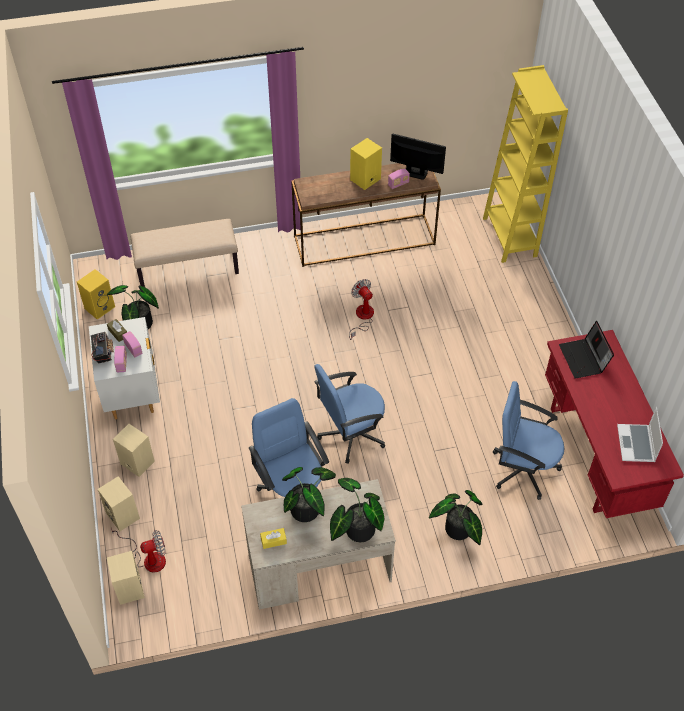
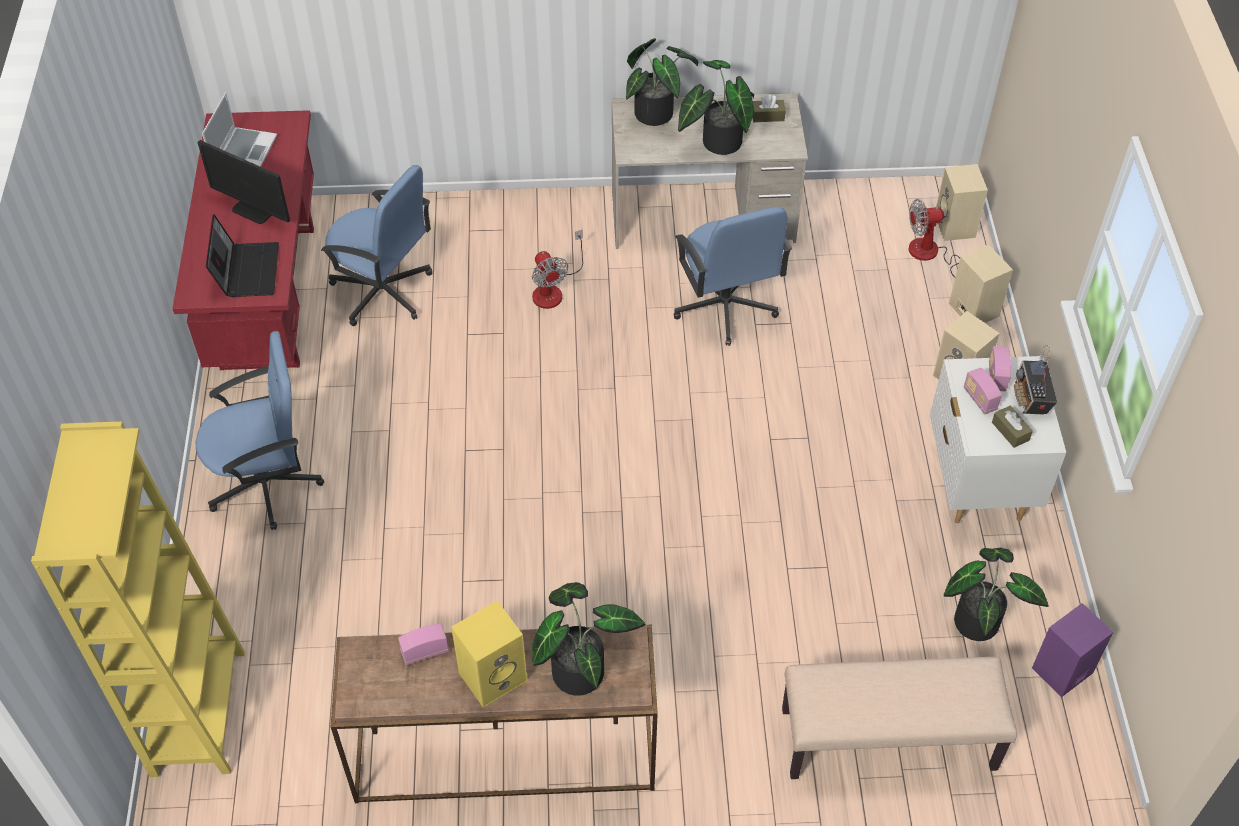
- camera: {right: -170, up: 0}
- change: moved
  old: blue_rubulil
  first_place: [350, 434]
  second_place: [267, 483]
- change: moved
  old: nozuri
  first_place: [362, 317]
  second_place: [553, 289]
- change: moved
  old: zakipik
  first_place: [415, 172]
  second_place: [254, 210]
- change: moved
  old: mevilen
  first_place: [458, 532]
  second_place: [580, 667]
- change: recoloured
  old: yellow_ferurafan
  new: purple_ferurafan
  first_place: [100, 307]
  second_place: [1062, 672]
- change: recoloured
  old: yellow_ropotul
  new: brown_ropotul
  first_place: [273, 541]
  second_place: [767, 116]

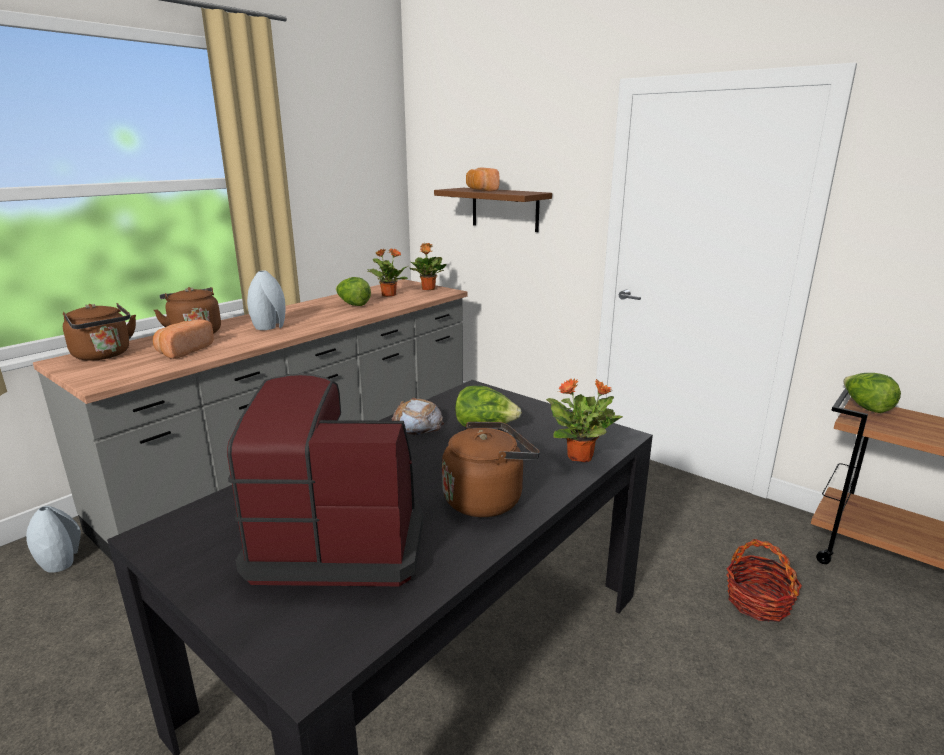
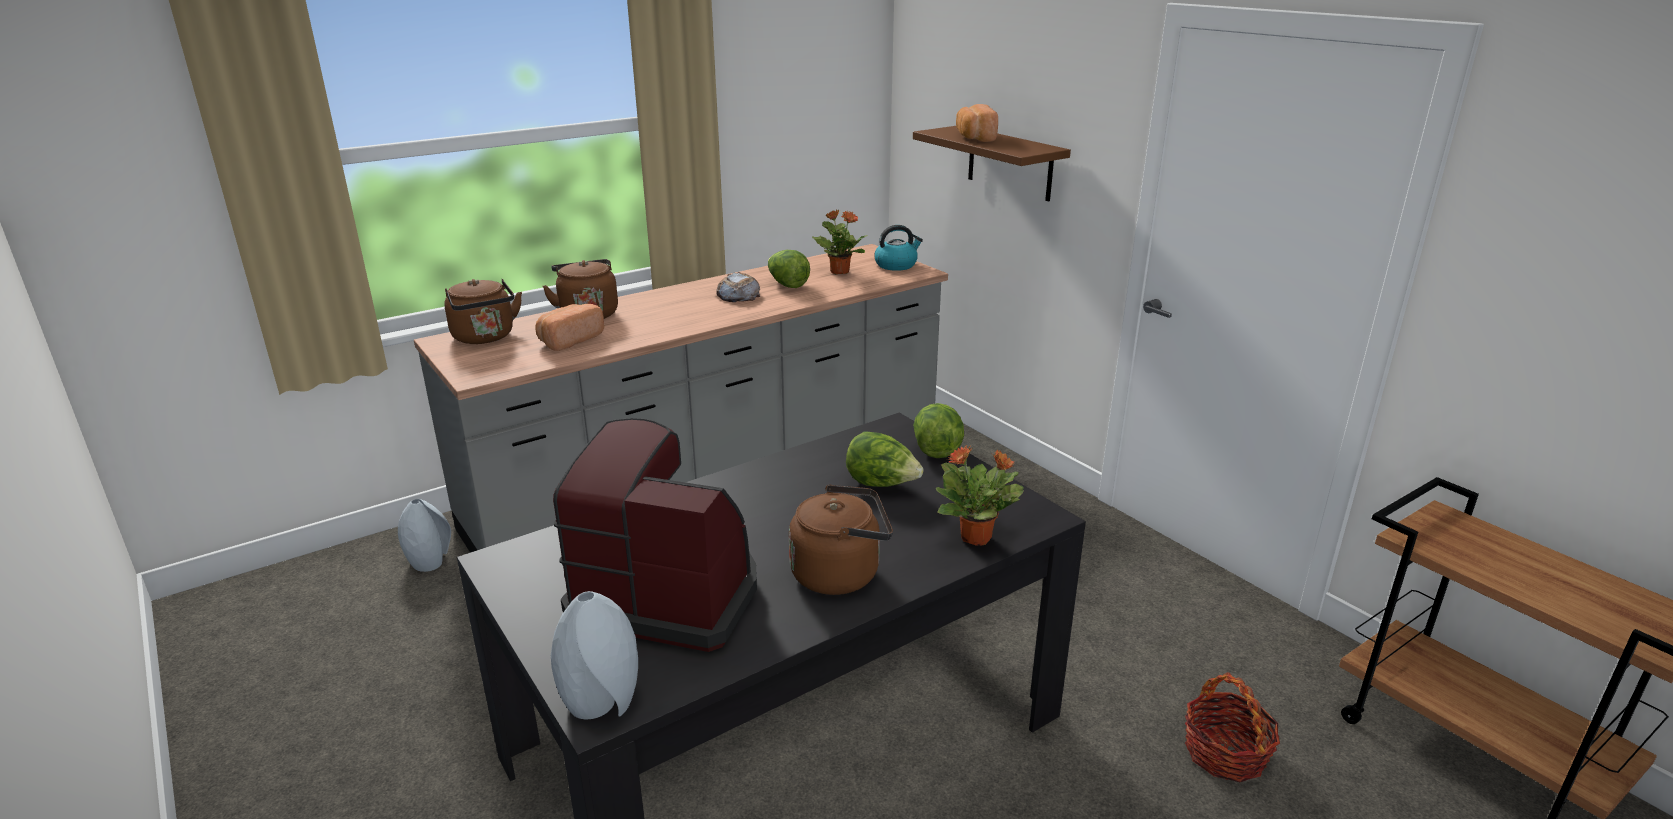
- camera: {right: 15, up: 5}
- change: moved
  old: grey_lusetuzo
  first_place: [270, 327]
  second_place: [603, 702]
- change: moved
  old: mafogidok
  first_place: [417, 424]
  second_place: [738, 295]
- change: moved
  old: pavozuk
  first_place: [865, 407]
  second_place: [936, 449]
- change: replaced
  old: mevilen
  new: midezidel
  first_place: [428, 289]
  second_place: [896, 265]

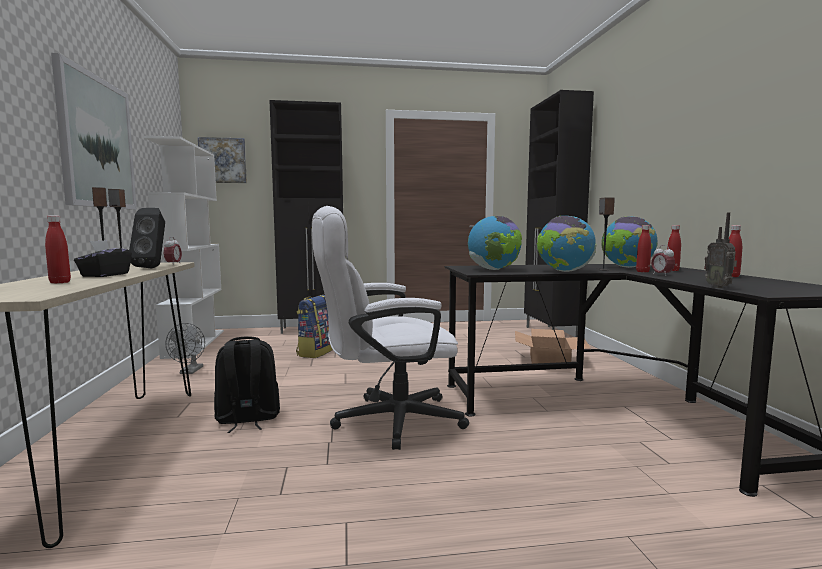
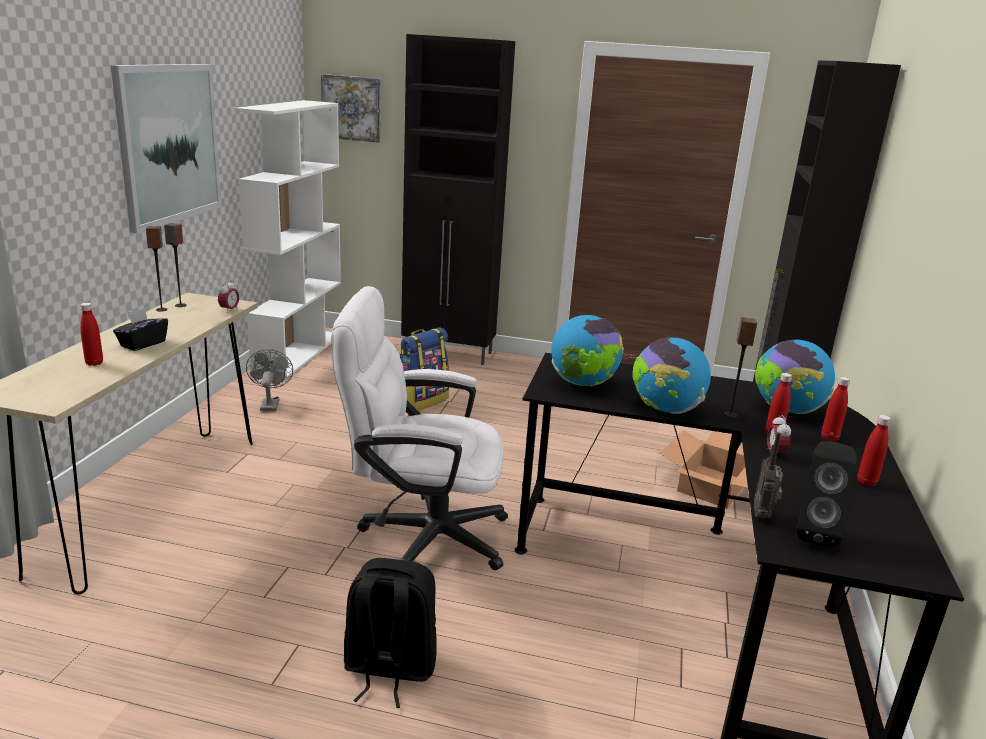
- camera: {right: 20, up: 15}
- change: moved
  old: black_ferurafan
  first_place: [153, 268]
  second_place: [814, 533]
- change: moved
  old: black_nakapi
  first_place: [247, 419]
  second_place: [388, 669]
- change: turned
  old: grey_nozuri
  first_place: [190, 372]
  second_place: [270, 404]
  degrees: 150

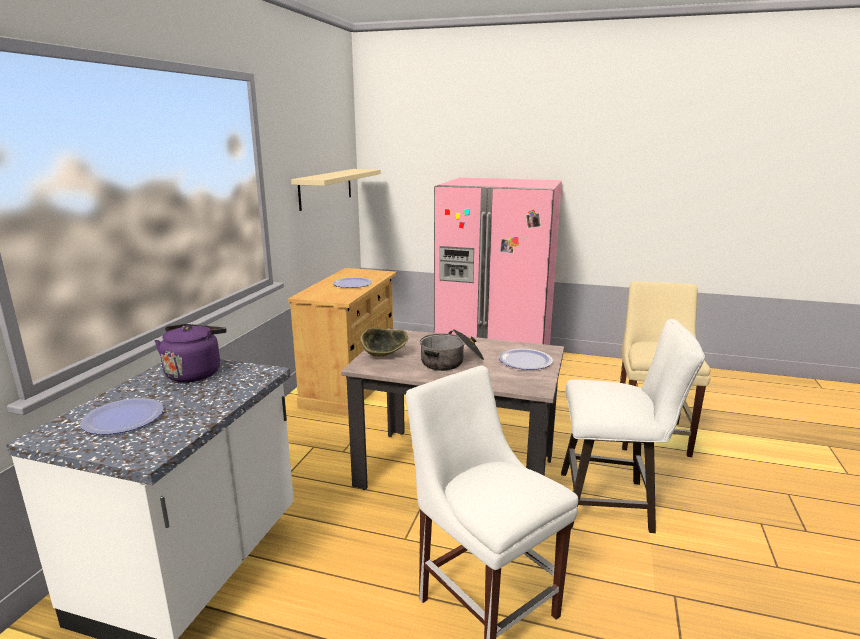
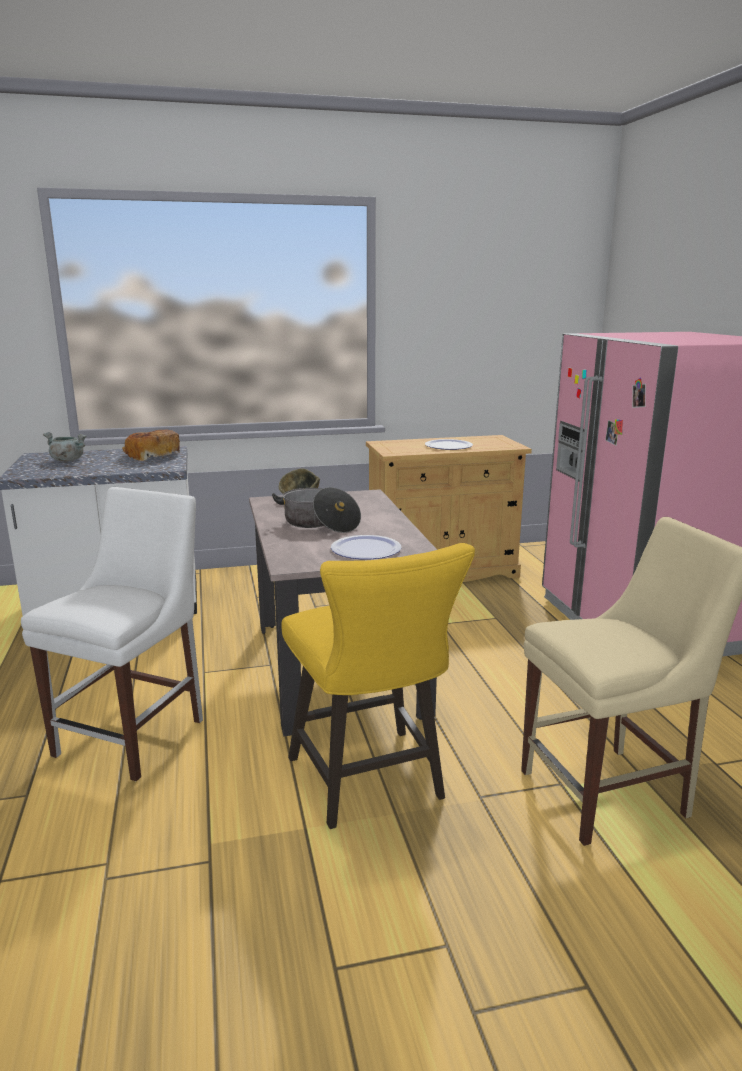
- camera: {right: 60, up: 0}
- change: removed
  old: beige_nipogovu
  first_place: [326, 188]
- change: replaced
  old: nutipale
  new: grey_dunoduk
  first_place: [123, 418]
  second_place: [67, 460]
- change: replaced
  old: purple_midezidel
  new: mafogidok
  first_place: [195, 373]
  second_place: [152, 455]
- change: recoloured
  old: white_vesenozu
  new: yellow_vesenozu
  first_place: [613, 503]
  second_place: [371, 784]

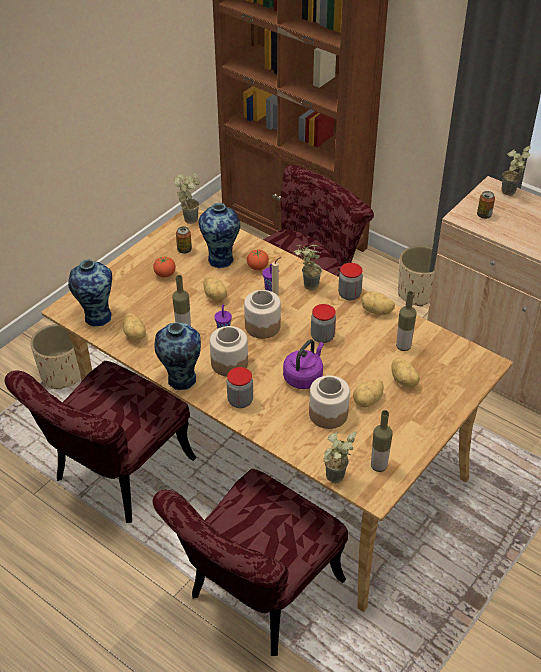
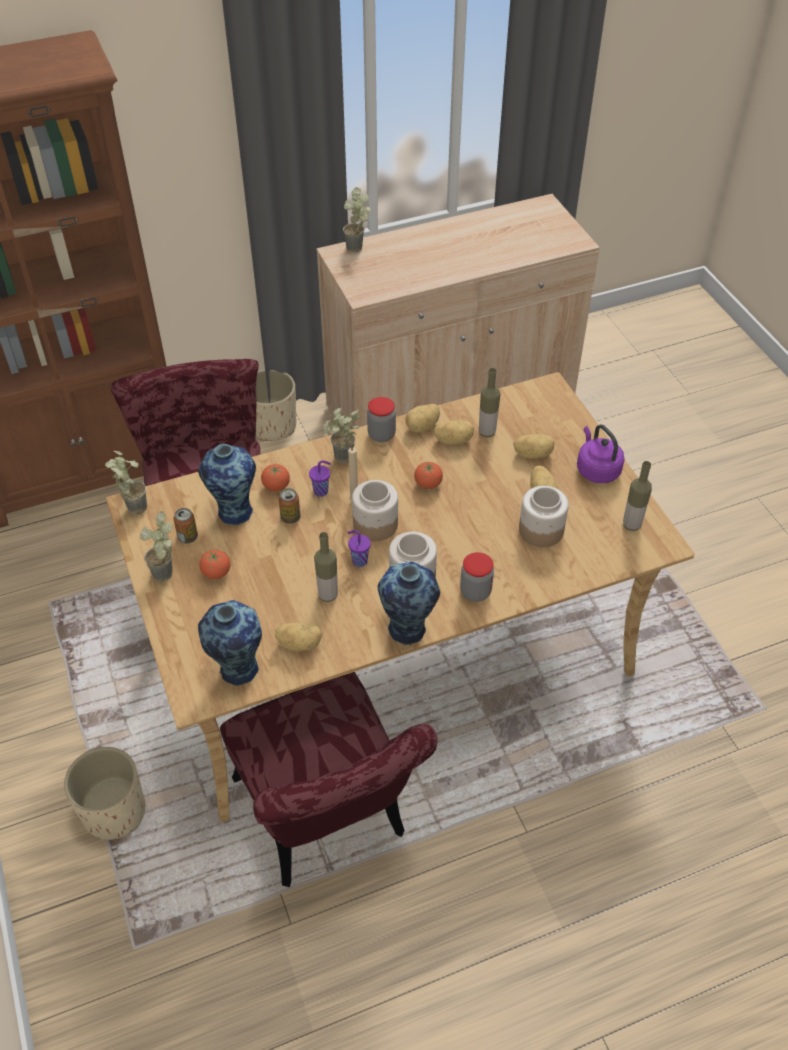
- camera: {right: -60, up: 5}
- change: removed
  old: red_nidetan
  first_place: [256, 599]
- change: moved
  old: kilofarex
  first_place: [215, 295]
  second_place: [453, 440]
- change: moved
  old: purple_midezidel
  first_place: [304, 377]
  second_place: [596, 469]
- change: moved
  old: mevilen
  first_place: [335, 481]
  second_place: [167, 577]
- change: moved
  old: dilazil
  first_place: [484, 215]
  second_place: [290, 517]
- change: replaced
  old: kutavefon
  new: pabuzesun
  first_place: [322, 336]
  second_place: [428, 484]

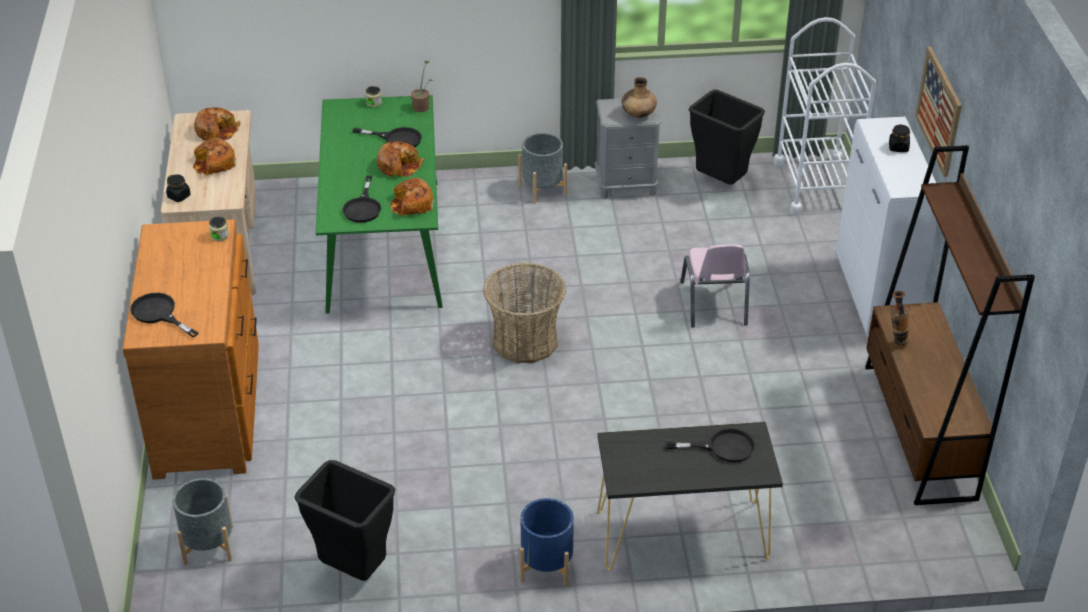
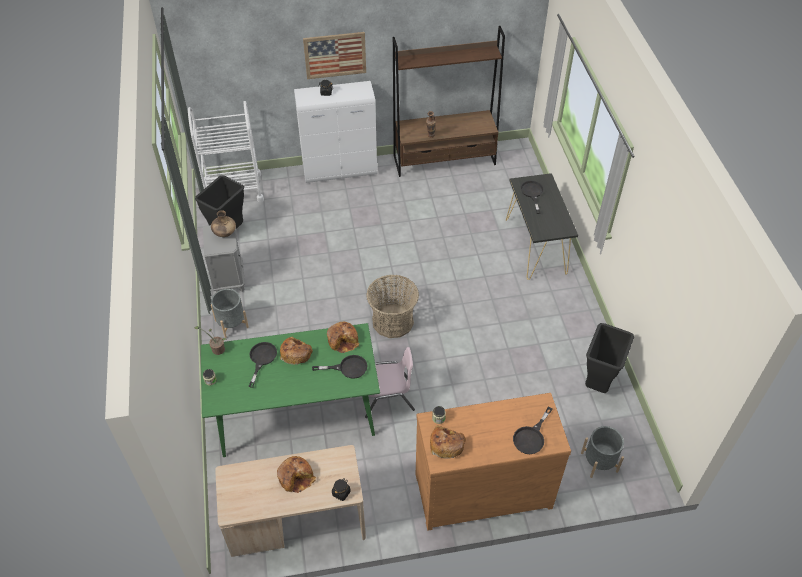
- camera: {right: -95, up: 10}
- change: removed
  old: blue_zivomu
  first_place: [546, 566]
- change: moved
  old: mafogidok
  first_place: [216, 130]
  second_place: [446, 444]
- change: moved
  old: pink_nidetan
  first_place: [714, 304]
  second_place: [388, 397]

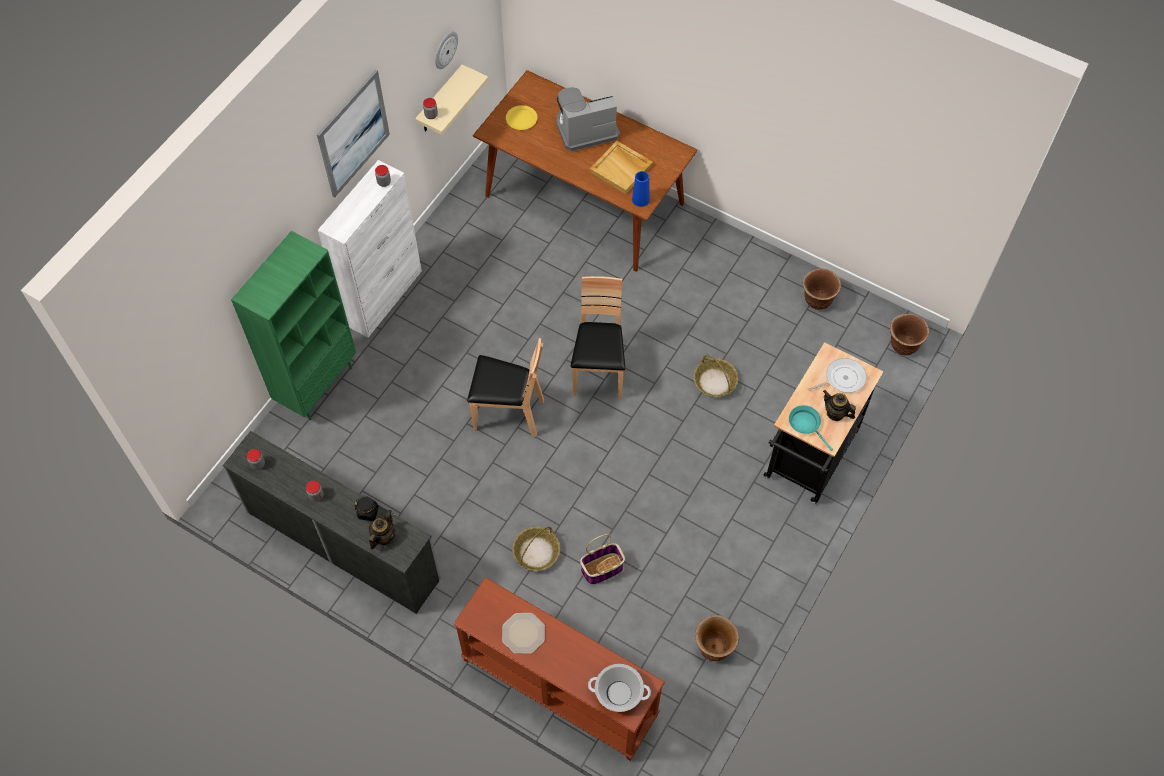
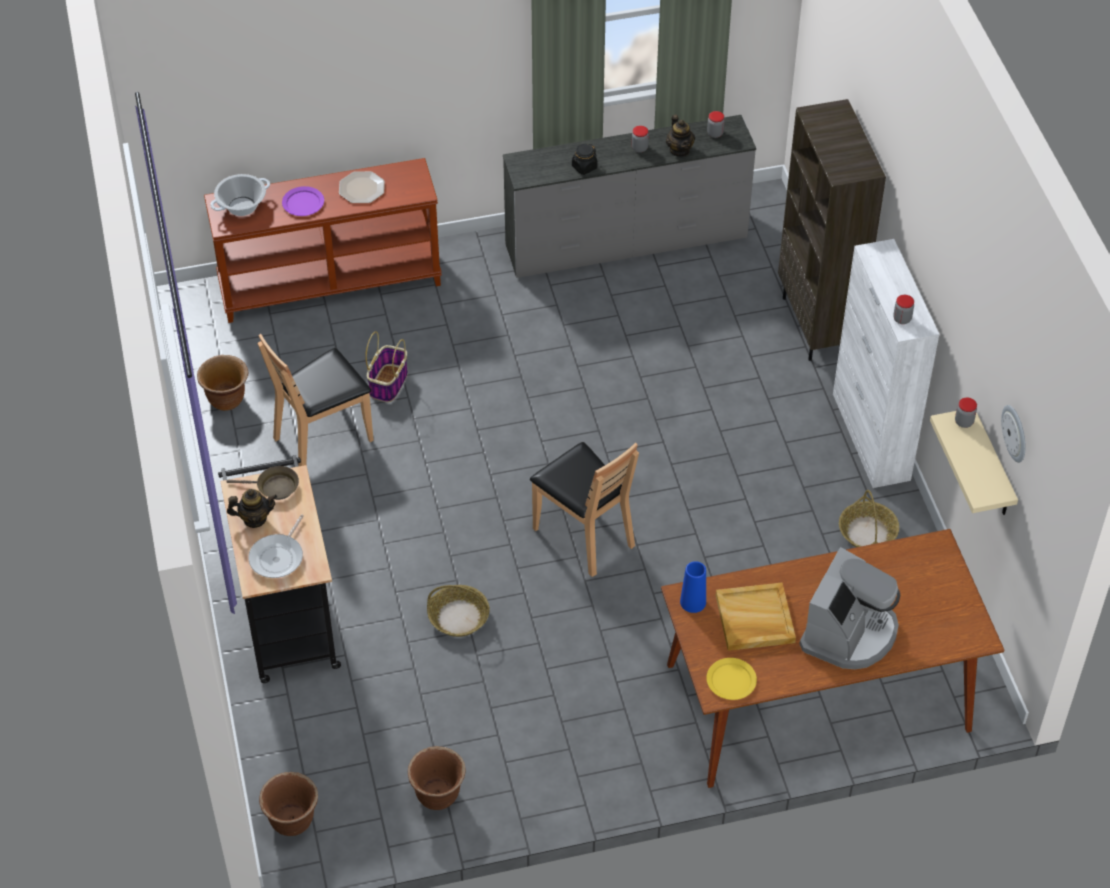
- camera: {right: 135, up: -10}
- change: removed
  old: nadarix
  first_place: [353, 134]
- change: added
  new: purple_nutipale
  second_place: [303, 203]
- change: moved
  old: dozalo
  first_place: [383, 537]
  second_place: [679, 150]
- change: moved
  old: brown_nidetan
  first_place: [508, 413]
  second_place: [323, 437]
- change: moved
  old: yellow_nutipale
  first_place: [521, 119]
  second_place: [731, 680]
- change: moved
  old: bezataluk
  first_place: [536, 552]
  second_place: [867, 532]
- change: recoloured
  old: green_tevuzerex
  new: brown_tevuzerex
  first_place: [317, 385]
  second_place: [817, 325]
- change: recoloured
  old: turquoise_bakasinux
  new: brown_bakasinux
  first_place: [806, 424]
  second_place: [274, 487]

